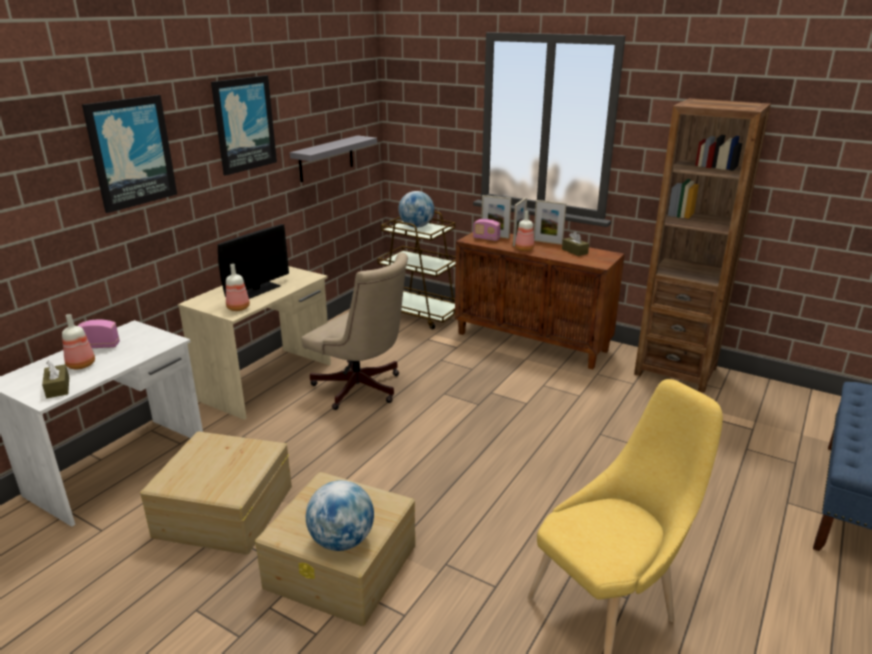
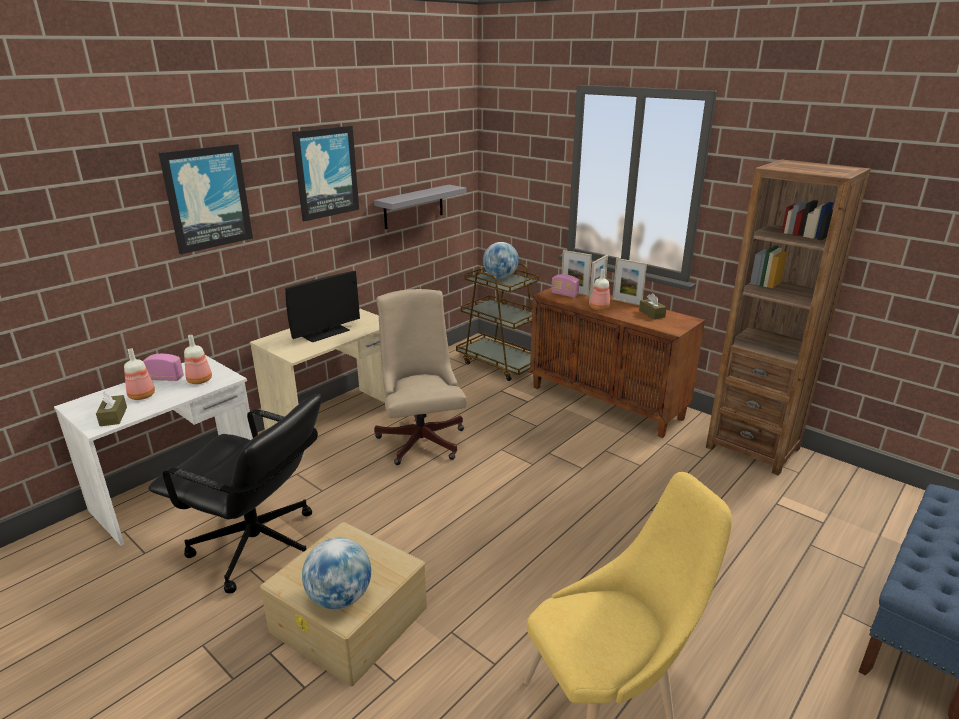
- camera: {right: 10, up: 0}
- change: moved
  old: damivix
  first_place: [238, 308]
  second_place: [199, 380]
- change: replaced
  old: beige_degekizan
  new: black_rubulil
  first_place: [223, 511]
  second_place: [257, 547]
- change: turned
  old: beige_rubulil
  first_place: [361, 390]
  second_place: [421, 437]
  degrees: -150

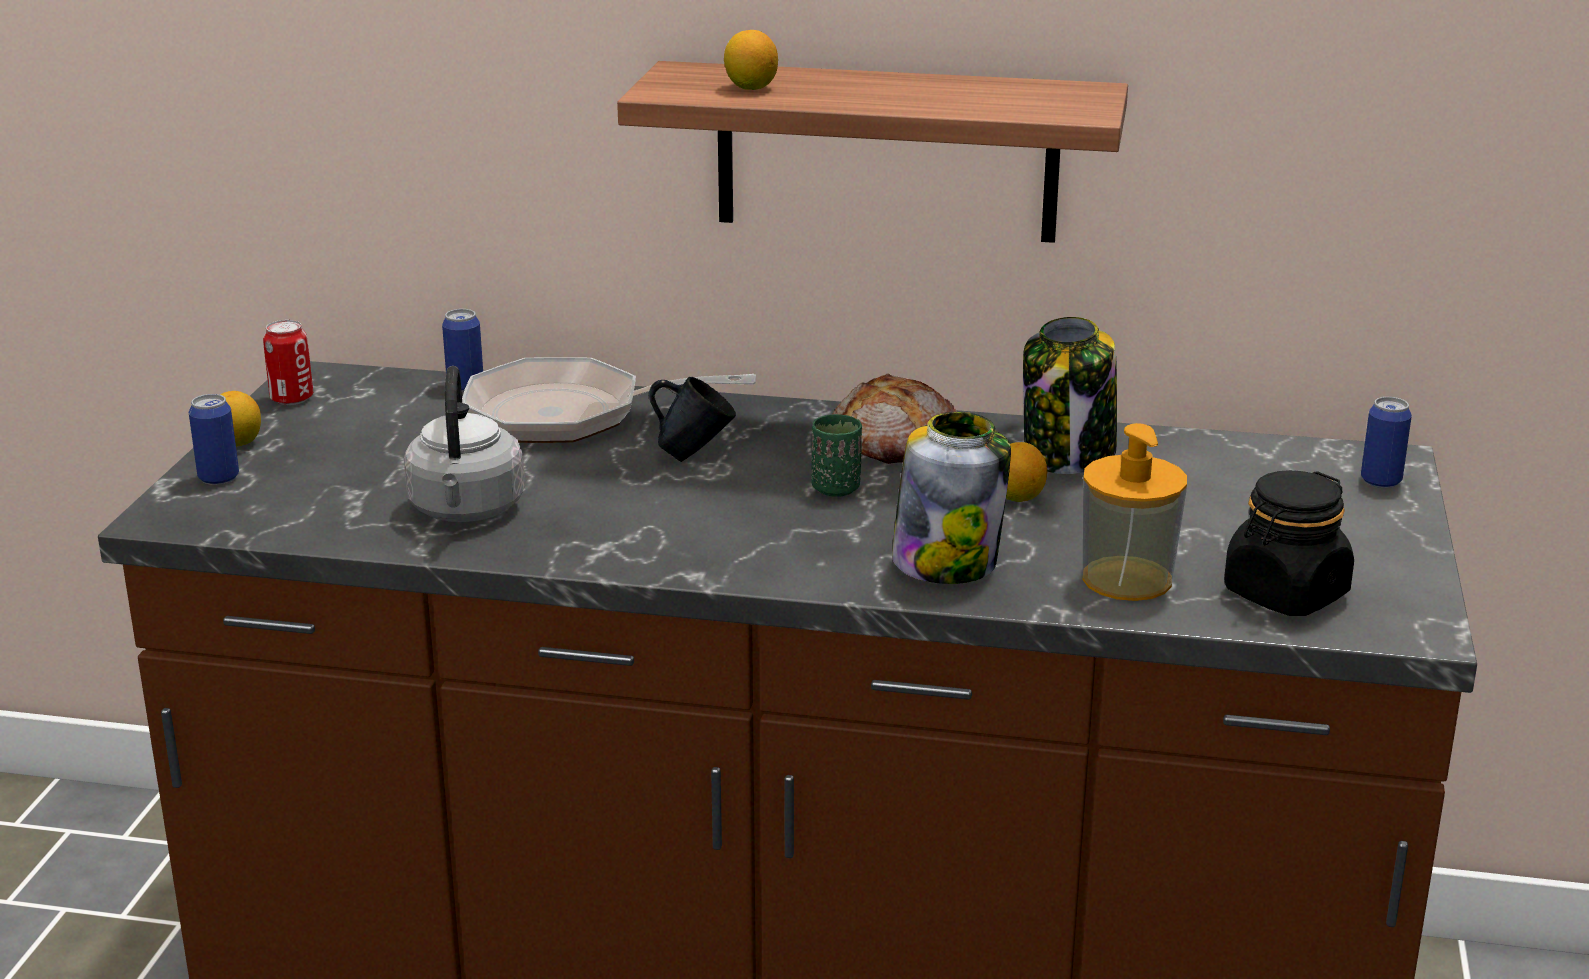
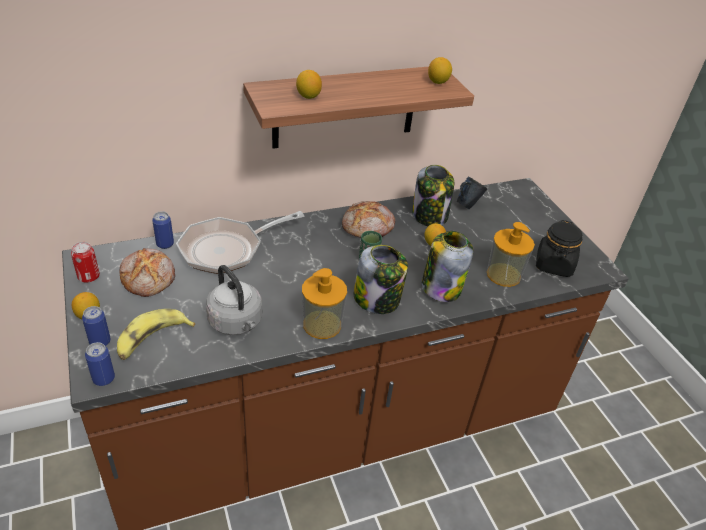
- camera: {right: -35, up: 15}
- change: added
  new: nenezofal
  second_place: [152, 340]
- change: added
  new: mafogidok
  second_place: [149, 278]
- change: added
  new: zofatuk
  second_place: [322, 324]
- change: added
  new: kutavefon
  second_place: [377, 299]
- change: added
  new: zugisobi
  second_place: [438, 82]
- change: moved
  old: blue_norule
  first_place: [693, 455]
  second_place: [467, 205]
- change: moved
  old: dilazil
  first_place: [1381, 481]
  second_place: [104, 379]

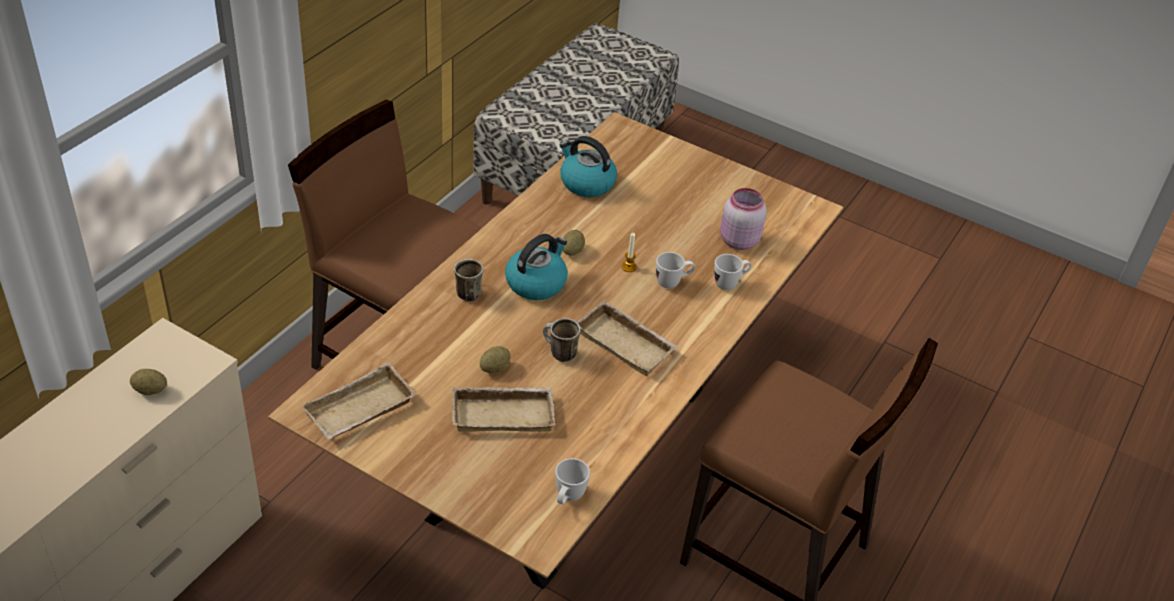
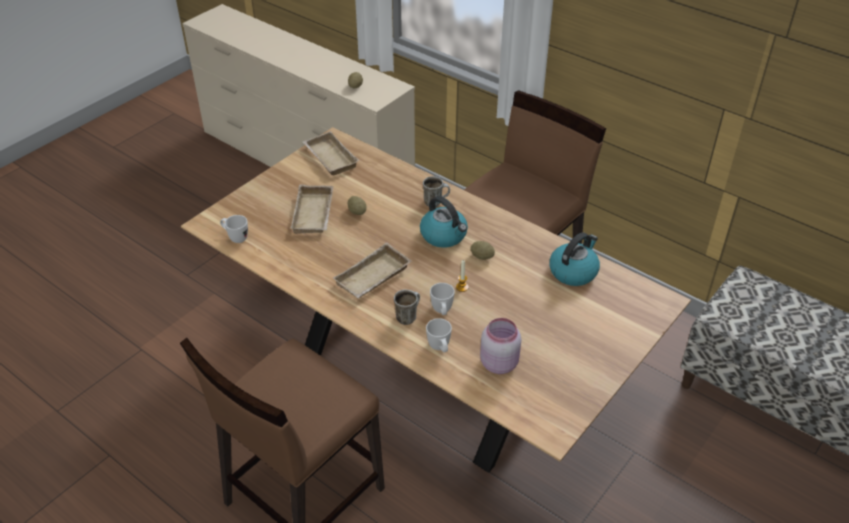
- camera: {right: 100, up: 0}
- change: moved
  old: norule
  first_place: [558, 353]
  second_place: [407, 316]

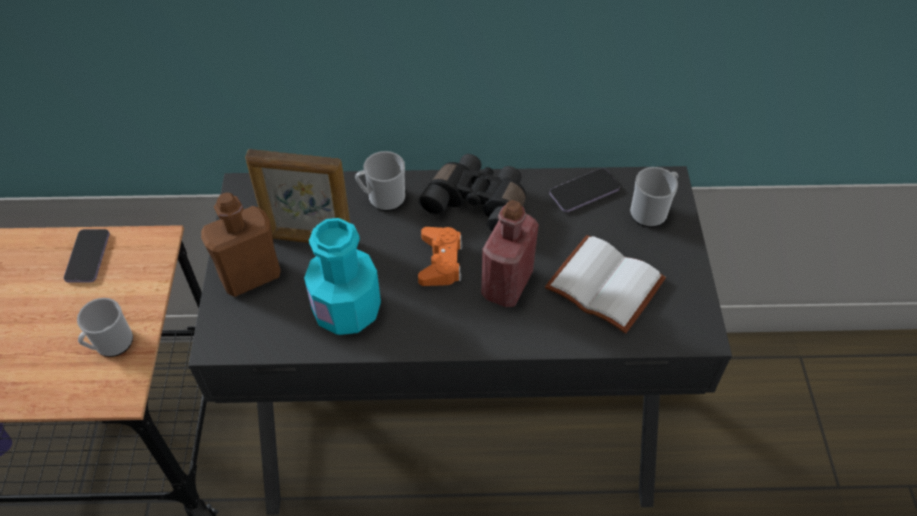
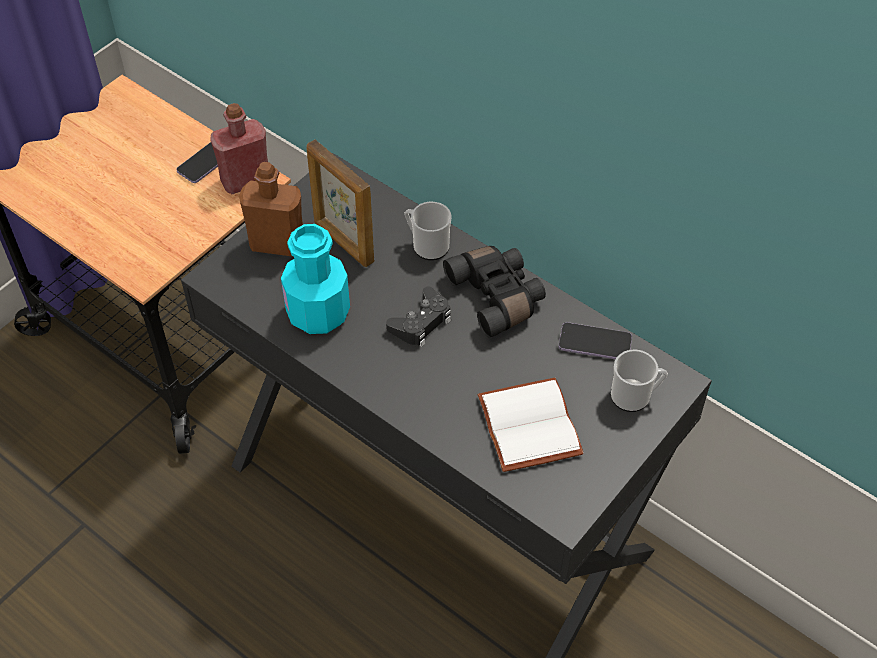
- camera: {right: 40, up: 0}
- change: removed
  old: norule
  first_place: [111, 345]
- change: moved
  old: red_damivix
  first_place: [507, 284]
  second_place: [245, 180]
- change: recoloured
  old: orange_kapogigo
  new: black_kapogigo
  first_place: [440, 261]
  second_place: [421, 322]

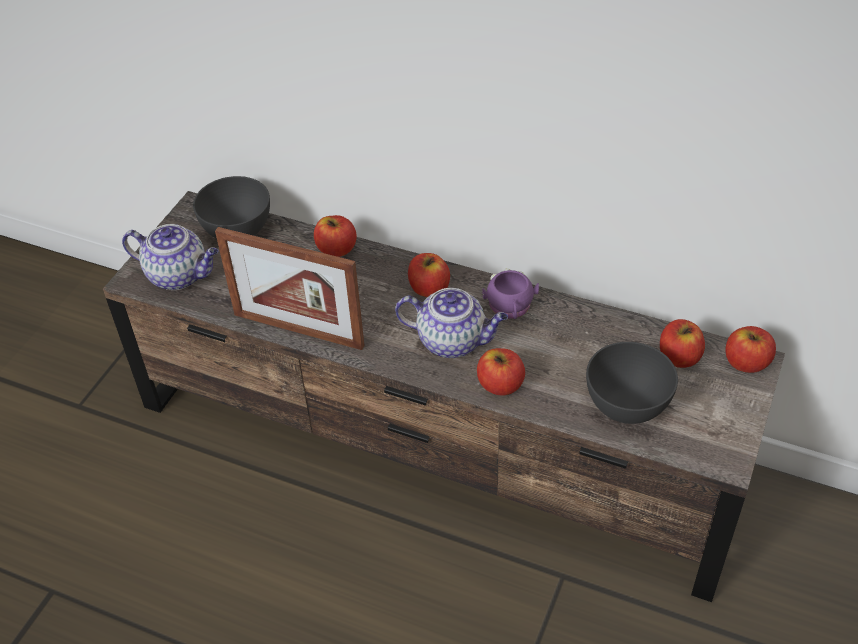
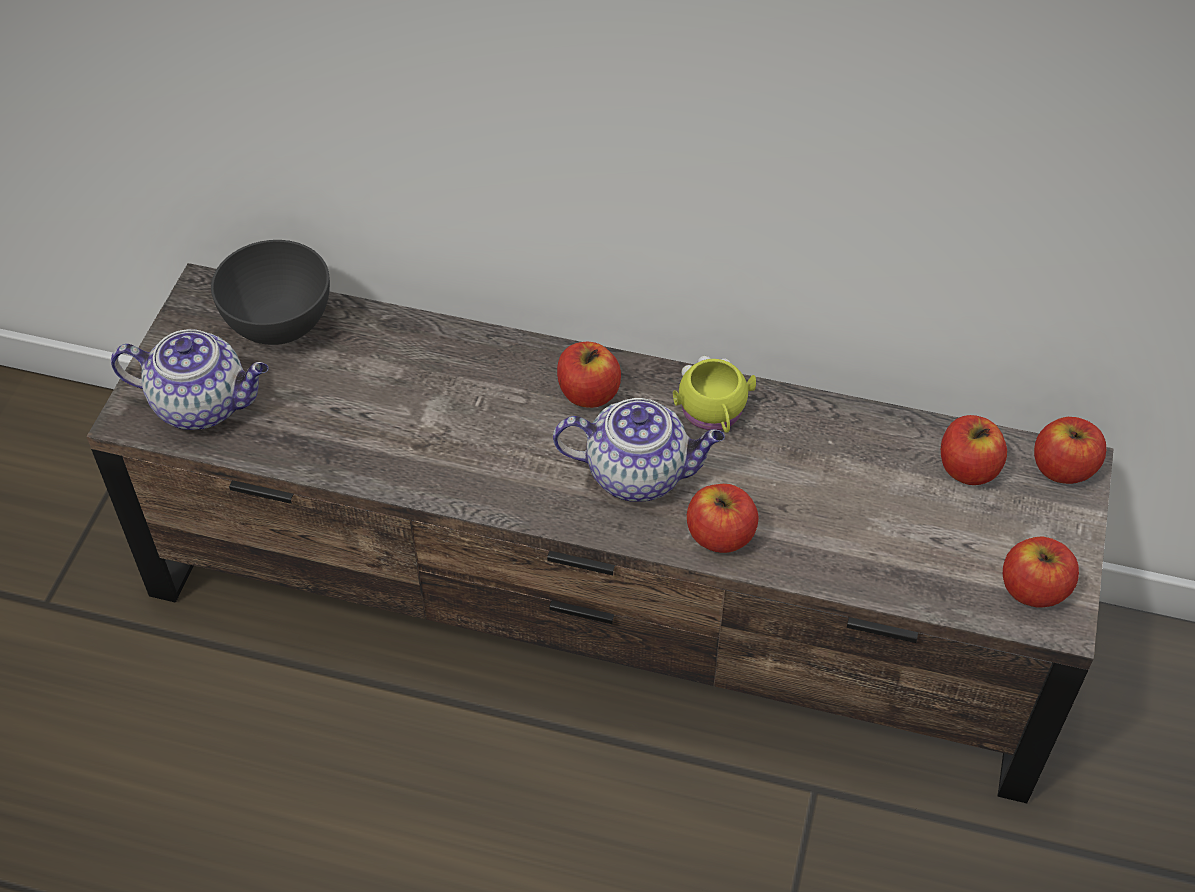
- camera: {right: -10, up: 5}
- change: removed
  old: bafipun
  first_place: [298, 330]
- change: removed
  old: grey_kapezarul
  first_place: [626, 405]
- change: moved
  old: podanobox
  first_place: [336, 249]
  second_place: [1033, 589]
- change: recoloured
  old: purple_norule
  new: yellow_norule
  first_place: [510, 308]
  second_place: [713, 414]

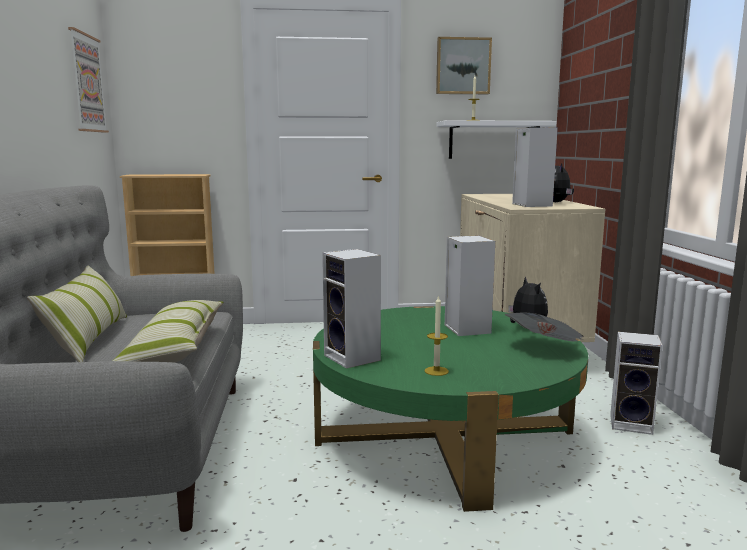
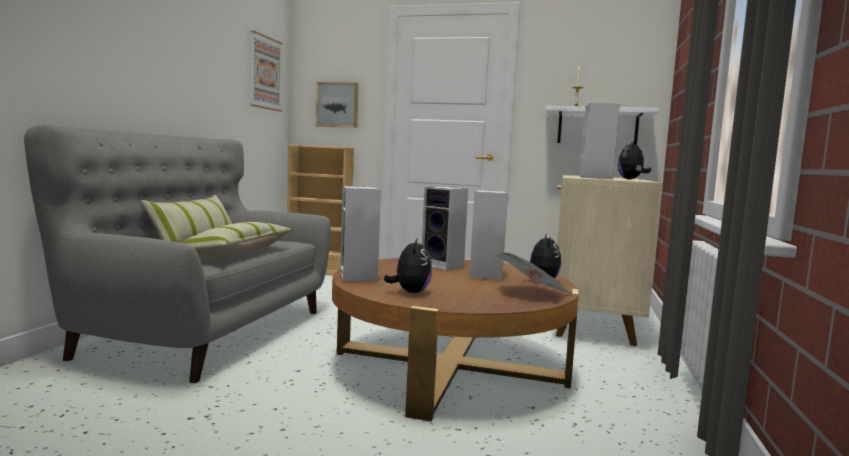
- camera: {right: 20, up: -5}
- change: moved
  old: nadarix
  first_place: [463, 66]
  second_place: [337, 105]
- change: moved
  old: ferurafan
  first_place: [632, 424]
  second_place: [444, 266]
- change: replaced
  old: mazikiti
  new: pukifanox
  first_place: [436, 371]
  second_place: [410, 292]
- change: recoloured
  old: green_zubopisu
  new: brown_zubopisu
  first_place: [444, 434]
  second_place: [449, 366]

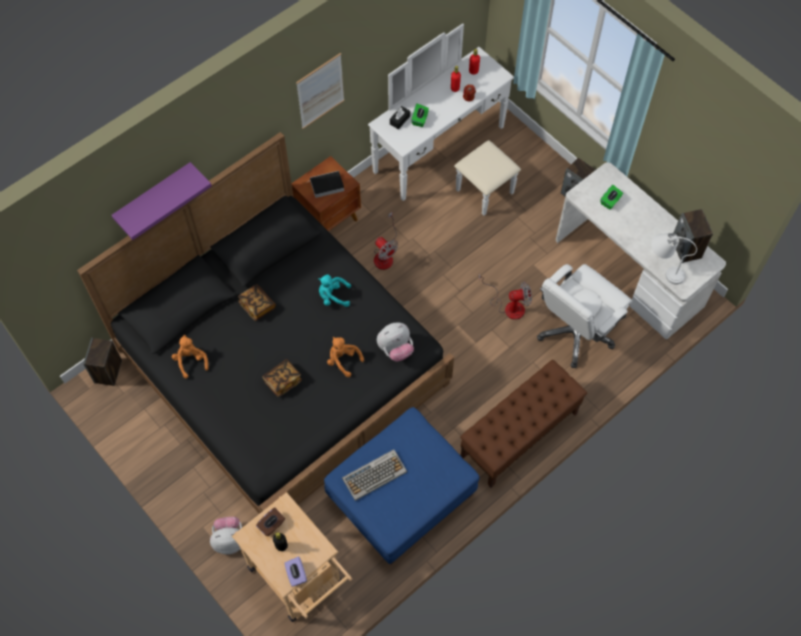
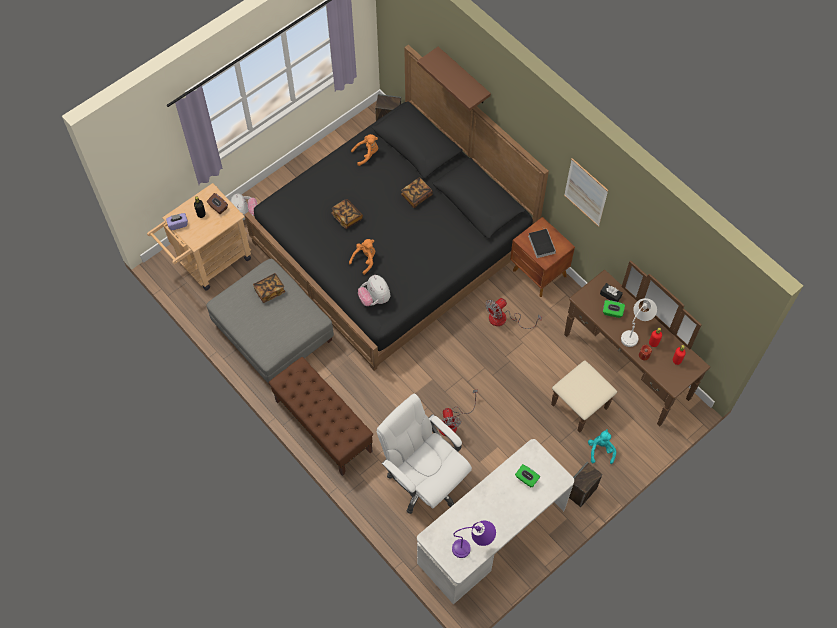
- camera: {right: 90, up: 0}
- change: moved
  old: turquoise_pukifanox
  first_place: [333, 296]
  second_place: [600, 450]
- change: moved
  old: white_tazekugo
  first_place: [663, 269]
  second_place: [635, 330]
- change: replaced
  old: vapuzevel
  new: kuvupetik
  first_place: [374, 474]
  second_place: [269, 291]
- change: replaced
  old: ferurafan
  new: purple_tazekugo
  first_place: [686, 248]
  second_place: [473, 546]
- change: recoloured
  old: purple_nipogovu
  new: brown_nipogovu
  first_place: [154, 196]
  second_place: [463, 77]
- change: recoloured
  old: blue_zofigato
  new: grey_zofigato
  first_place: [401, 495]
  second_place: [273, 333]
- change: recoloured
  old: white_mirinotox
  new: brown_mirinotox
  first_place: [450, 158]
  second_place: [616, 376]

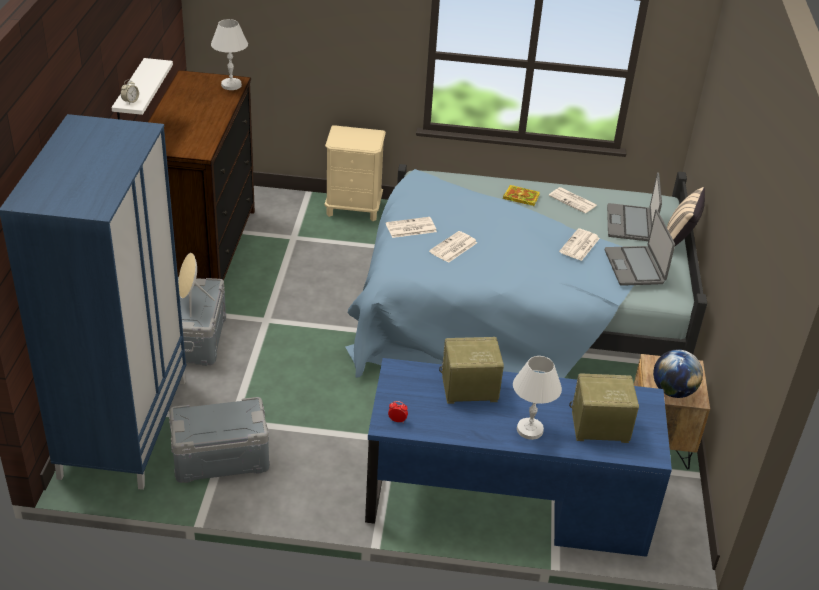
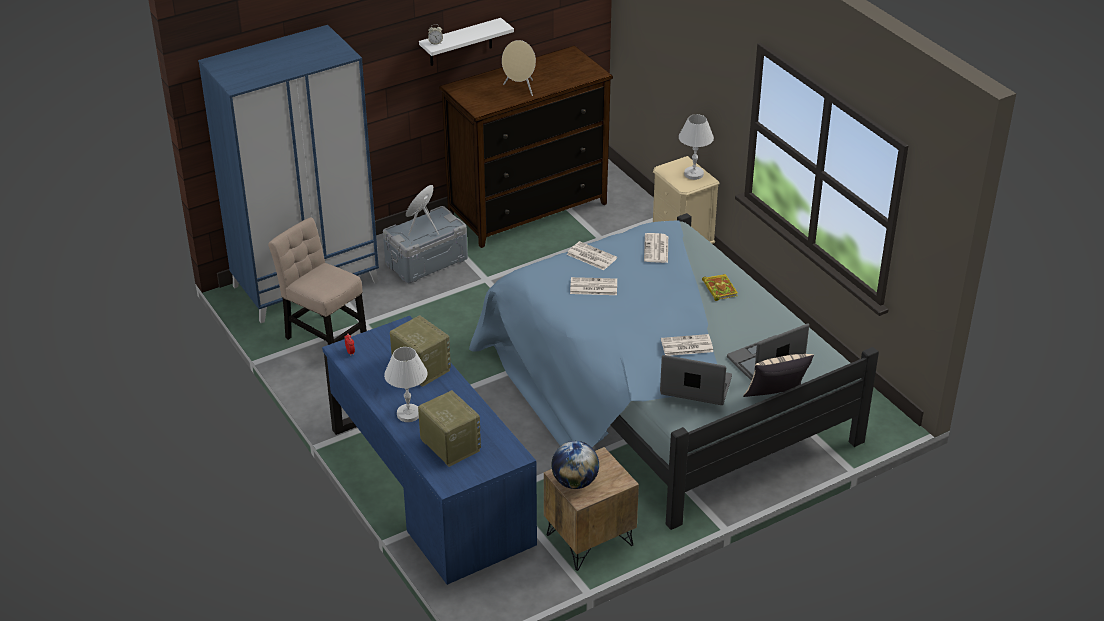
- camera: {right: 55, up: 0}
- change: added
  new: beige_ferurafan
  second_place: [520, 88]
- change: moved
  old: white_tazekugo
  first_place: [231, 85]
  second_place: [694, 174]
- change: moved
  old: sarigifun
  first_place: [573, 201]
  second_place: [656, 249]
- change: replaced
  old: grey_degekizan
  new: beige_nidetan
  first_place: [220, 457]
  second_place: [324, 337]
- change: turned
  old: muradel
  first_place: [635, 267]
  second_place: [695, 386]
  degrees: 60

